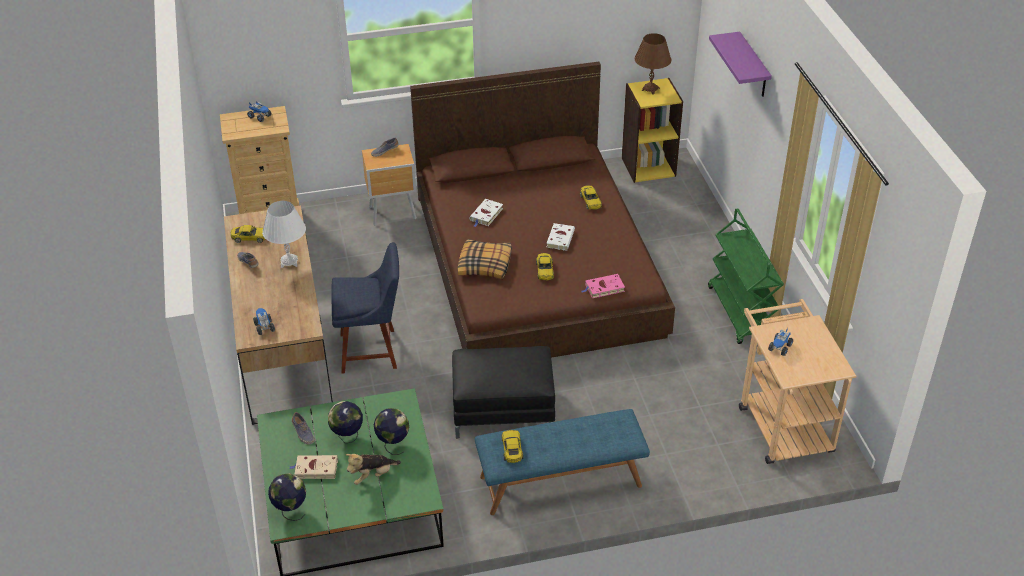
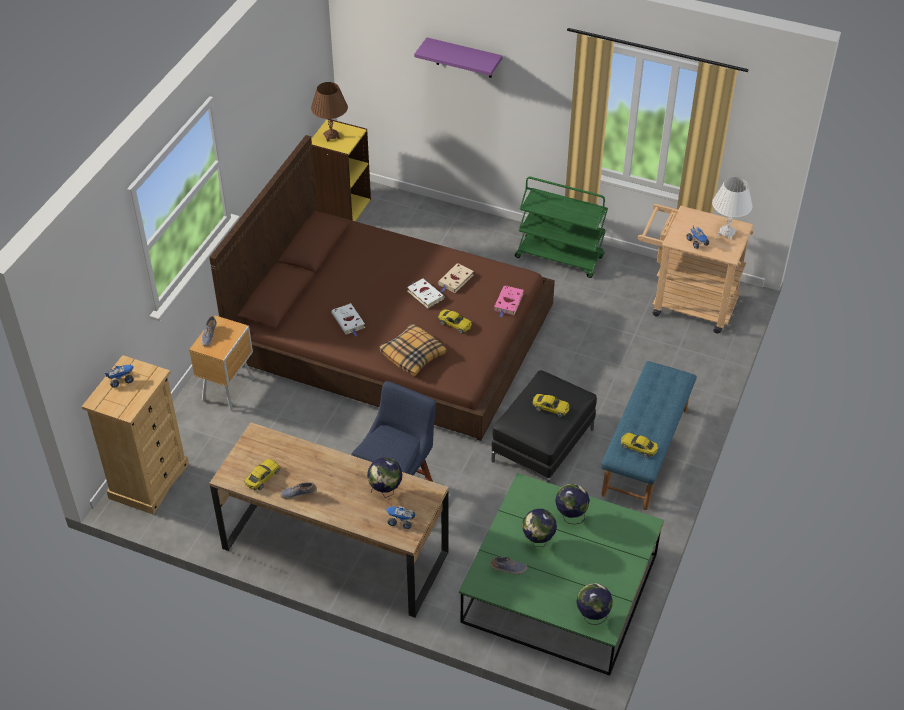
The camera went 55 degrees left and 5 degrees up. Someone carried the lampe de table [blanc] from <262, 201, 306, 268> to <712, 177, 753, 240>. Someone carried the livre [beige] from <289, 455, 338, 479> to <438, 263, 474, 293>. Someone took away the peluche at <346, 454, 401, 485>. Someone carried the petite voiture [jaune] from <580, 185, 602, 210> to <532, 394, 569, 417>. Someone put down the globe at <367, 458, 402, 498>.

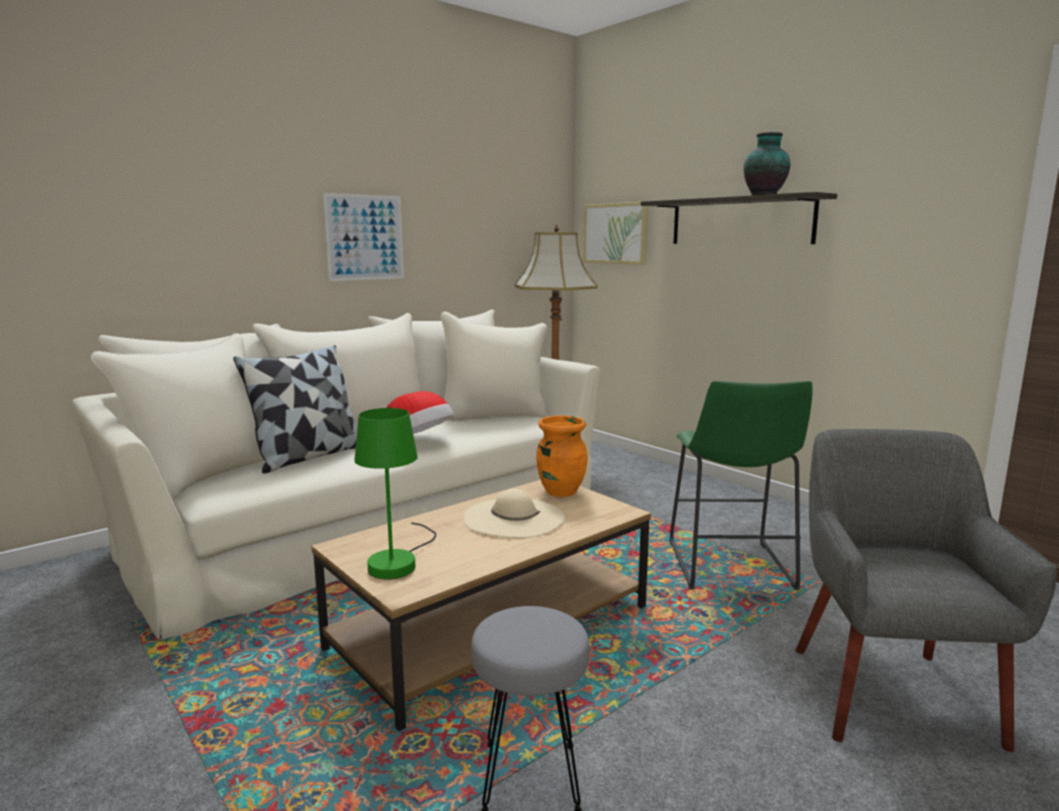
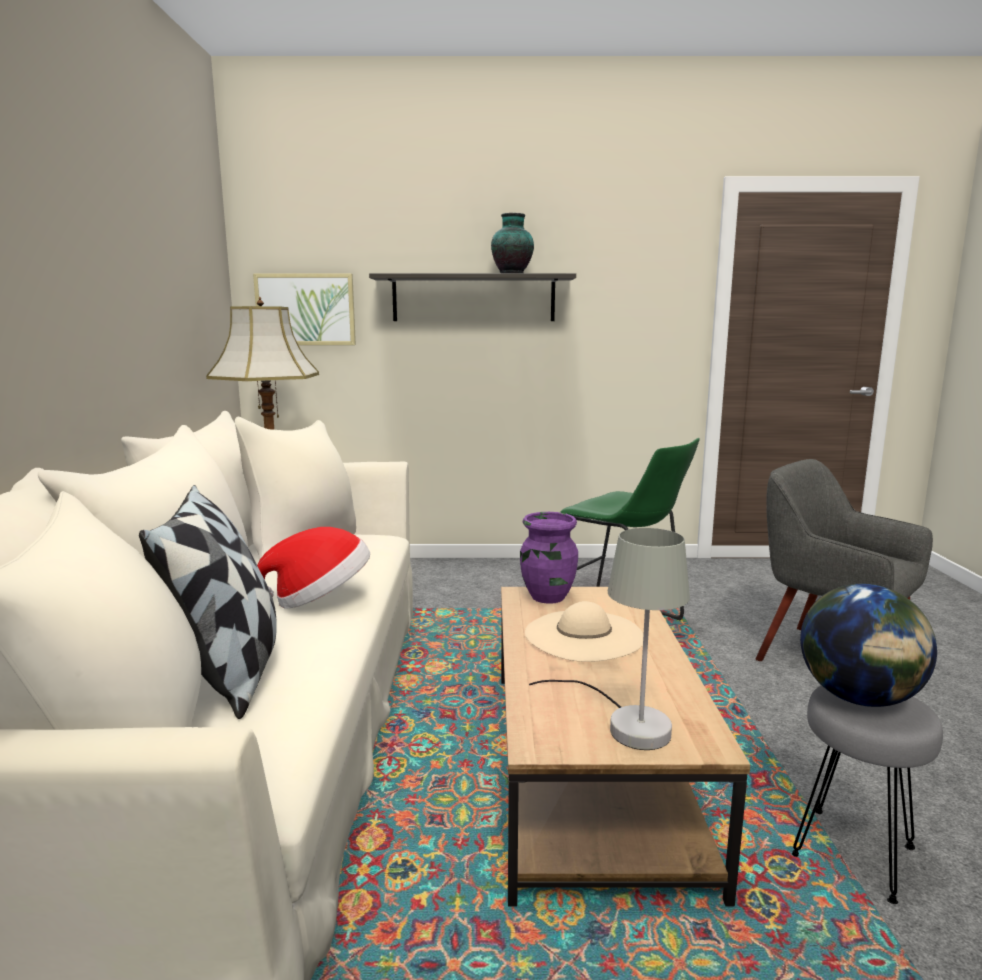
The camera went 50 degrees left and 0 degrees up. Someone took away the tableau at <323, 193, 404, 281>. Someone repainted the lampe de table [vert] at <354, 408, 436, 579>, which became the lampe de table [gris] at <529, 528, 690, 750>. Someone repainted the vase [orange] at <536, 415, 588, 497>, which became the vase [violet] at <520, 512, 578, 604>. Someone put down the globe at <800, 584, 937, 707>.

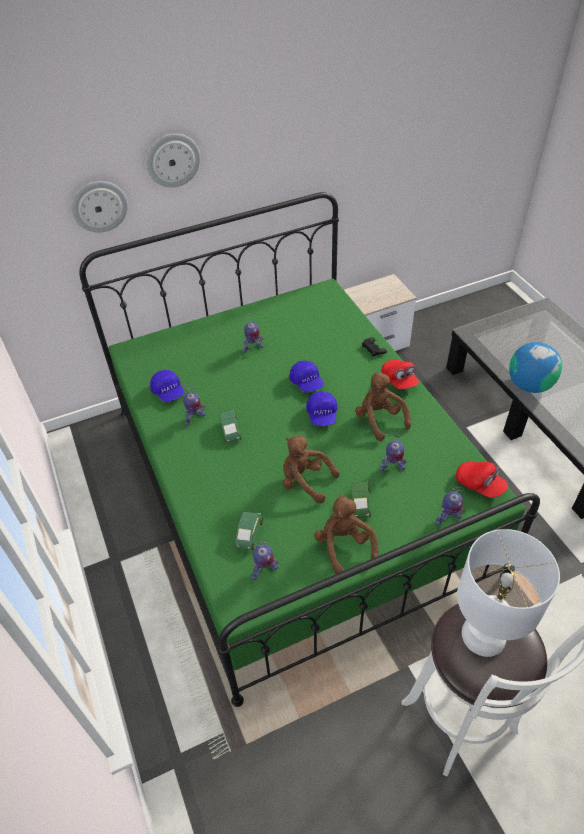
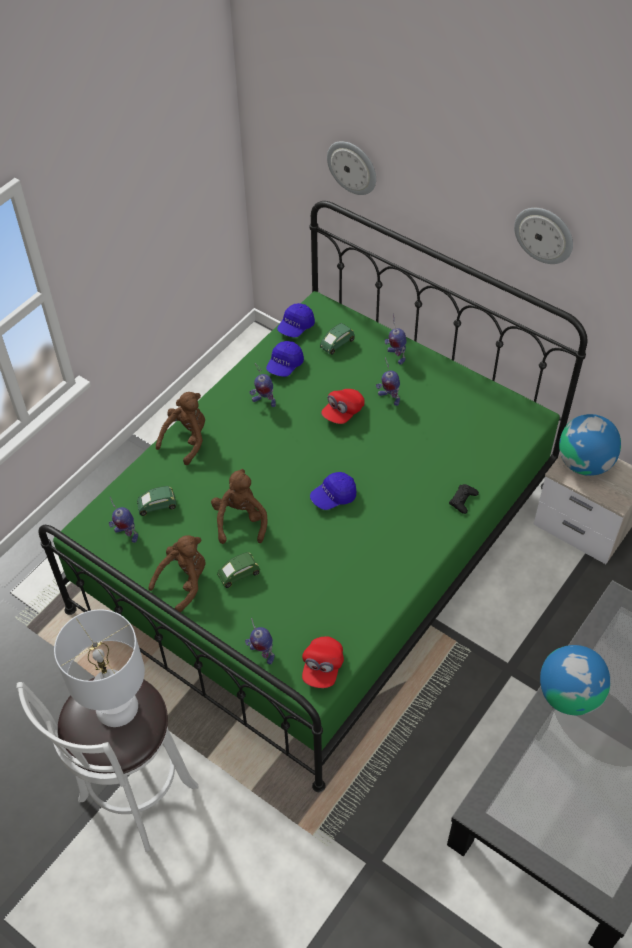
The camera went 60 degrees right and 5 degrees up. Someone carried the horloge murale from <146, 133, 200, 188> to <514, 208, 573, 264>. Someone carried the petite voiture [vert] from <219, 409, 241, 444> to <320, 323, 355, 355>. Someone carried the casquette [bleu] from <289, 360, 324, 392> to <277, 303, 315, 337>. Someone carried the peluche [marron] from <355, 372, 411, 441> to <156, 392, 205, 465>. Someone carried the robot jouet from <379, 432, 407, 471> to <385, 314, 407, 365>. Someone carried the casquette [rouge] from <381, 360, 419, 389> to <321, 389, 365, 424>. Someone put down the globe at <559, 414, 621, 476>.

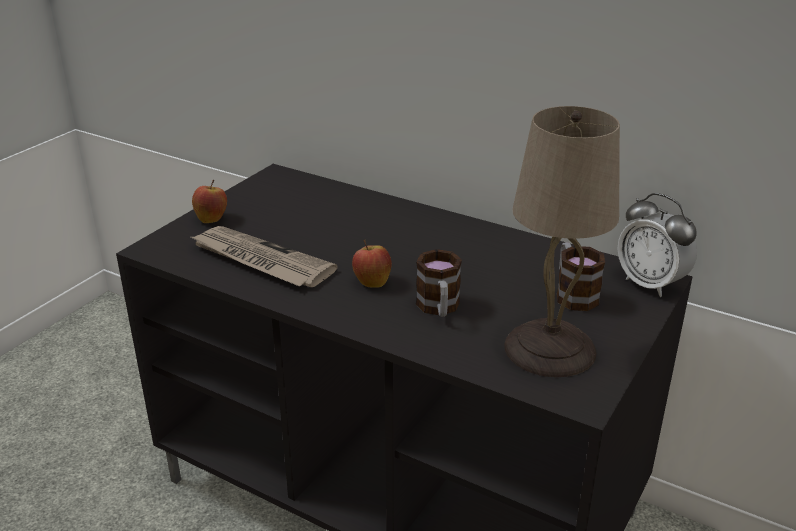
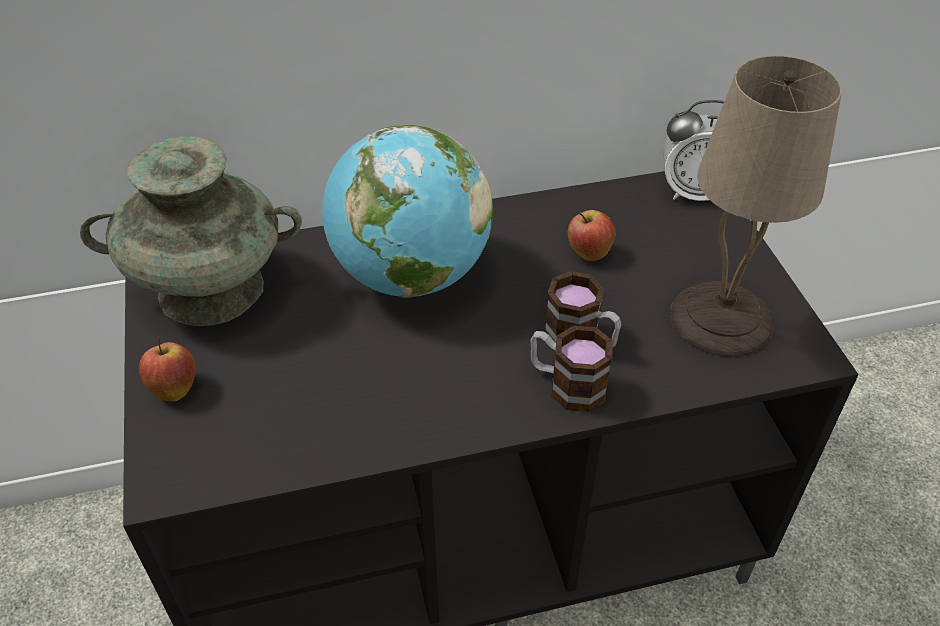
The camera went 45 degrees left and 15 degrees up. Someone took away the journal at <191, 226, 337, 287>. Someone carried the pomme from <352, 239, 392, 288> to <568, 210, 615, 261>. Someone carried the mug from <557, 242, 605, 311> to <530, 326, 613, 412>. Someone put down the vase [turquoise] at <80, 136, 302, 326>. Someone put down the globe at <322, 125, 493, 298>.

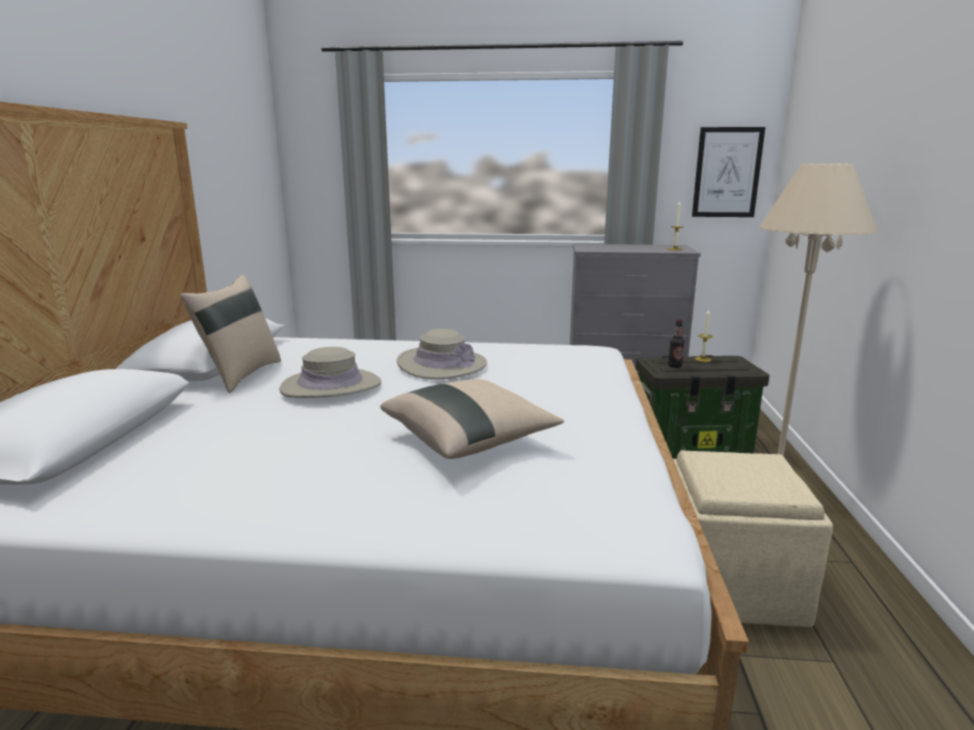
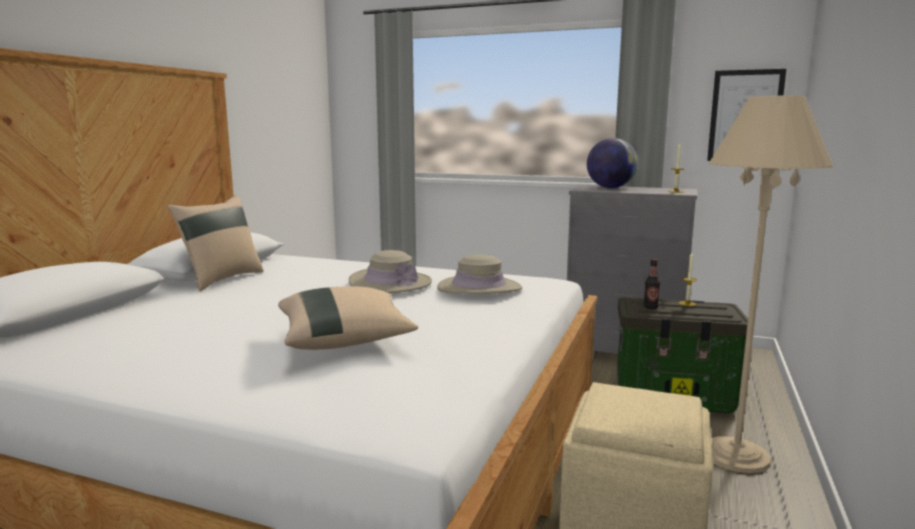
The camera went 15 degrees right and 5 degrees down. Someone carried the chapeau [beige] from <279, 347, 381, 398> to <437, 255, 522, 294>. Someone put down the globe at <587, 138, 638, 188>.

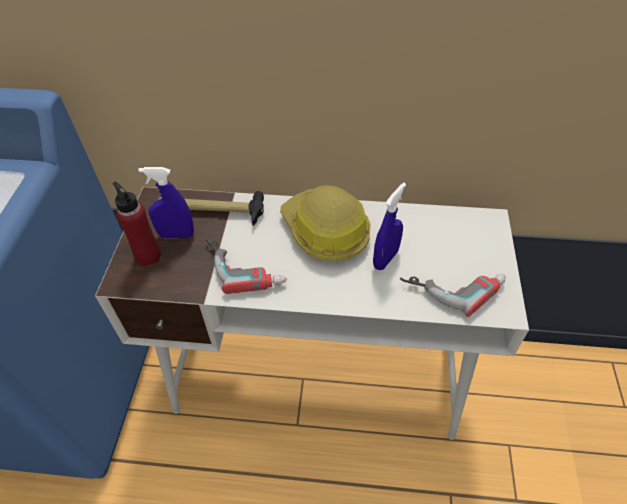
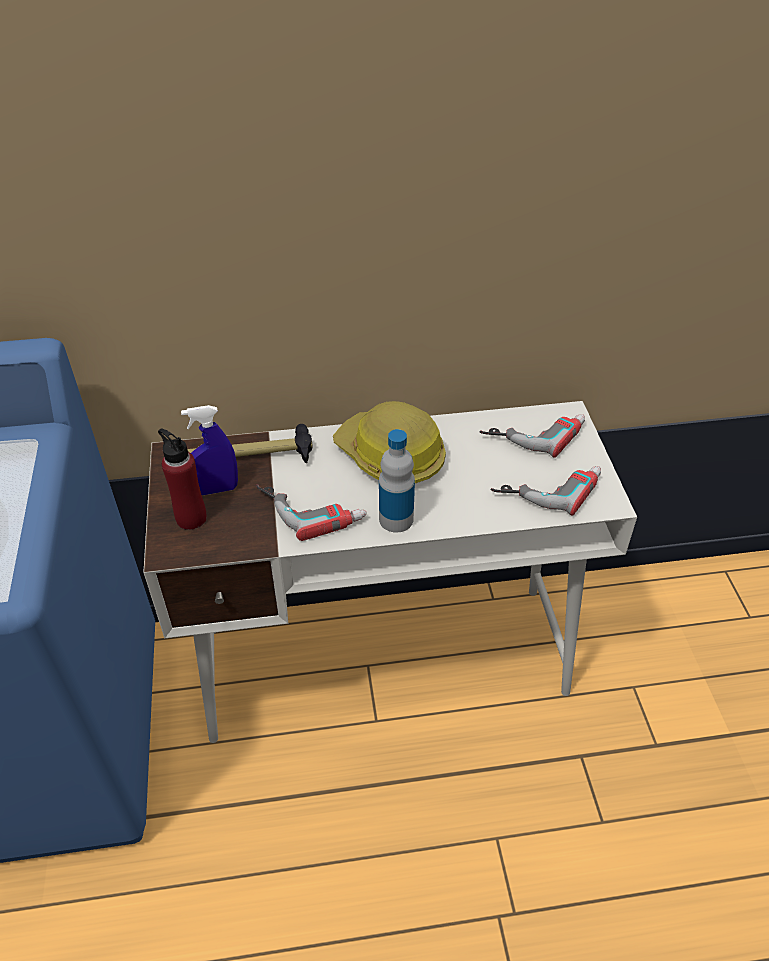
The camera went 15 degrees left and 5 degrees down. Someone took away the vaporisateur [bleu] at <373, 183, 406, 270>. Someone put down the bouteille at <379, 429, 415, 533>. Someone put down the perceuse at <479, 414, 585, 458>.

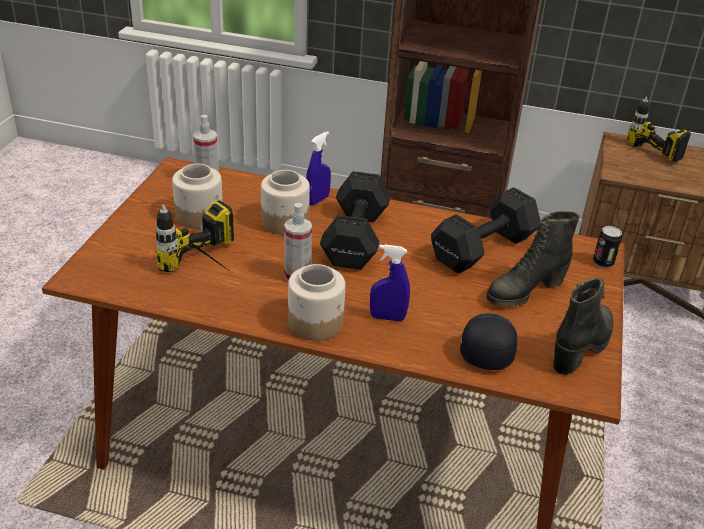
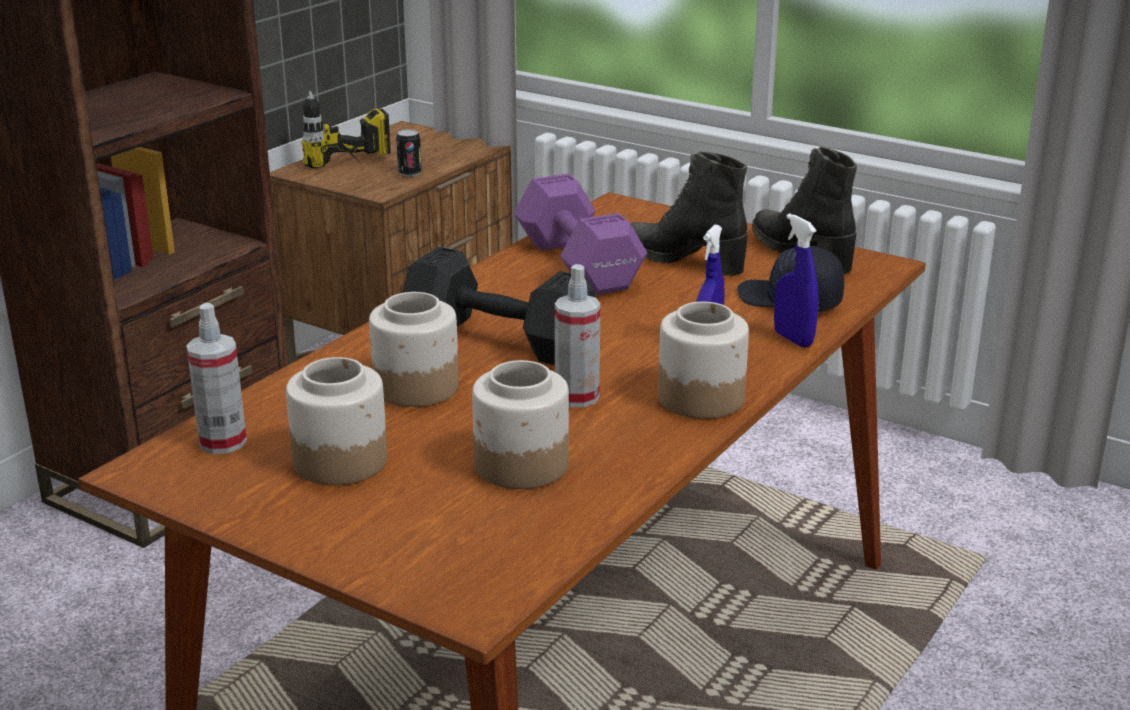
The camera went 70 degrees left and 10 degrees down. Someone swapped the perceuse at <155, 200, 234, 272> for the bocal at <472, 360, 569, 489>. Someone carried the vaporisateur [bleu] from <306, 131, 331, 205> to <774, 213, 819, 348>. Someone repainted the haltère [noir] at <431, 187, 540, 274>, which became the haltère [violet] at <514, 174, 647, 295>. Someone rotated the botte [noir] at <486, 211, 580, 306> by 135 degrees clockwise. Someone carried the boîte métallique from <593, 226, 622, 268> to <396, 129, 422, 177>.

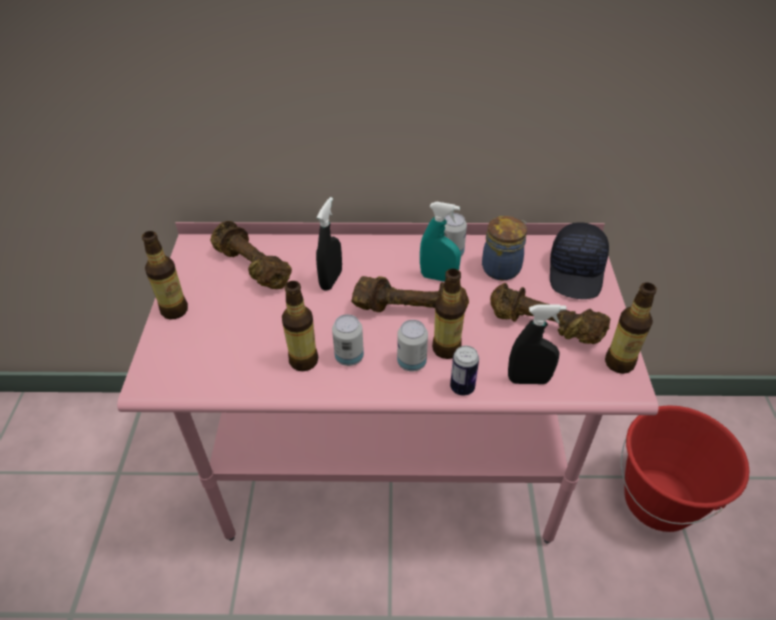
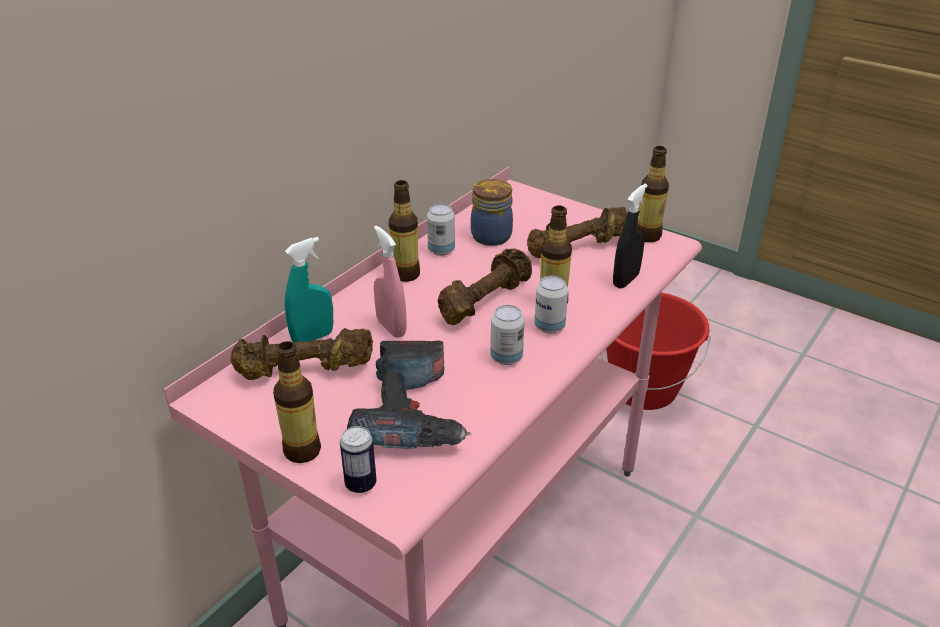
The camera went 55 degrees left and 10 degrees down. Someone carried the bouteille from <282, 281, 318, 371> to <389, 180, 420, 282>. Someone repainted the vaporisateur [noir] at <316, 197, 342, 291>, which became the vaporisateur [rose] at <374, 226, 407, 338>. Someone carried the vaporisateur [turquoise] from <420, 202, 461, 282> to <285, 237, 333, 343>. Someone carried the boîte métallique from <450, 346, 479, 396> to <340, 426, 377, 493>. Someone took away the casquette [noir] at <550, 222, 609, 299>. Someone put down the perceuse at <347, 340, 471, 449>.

